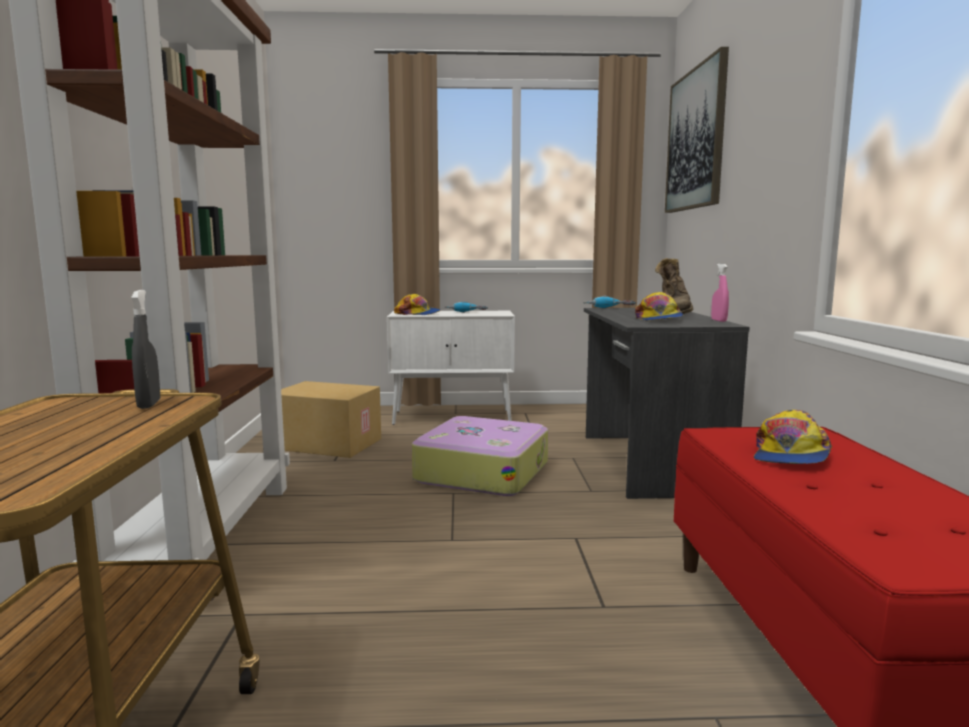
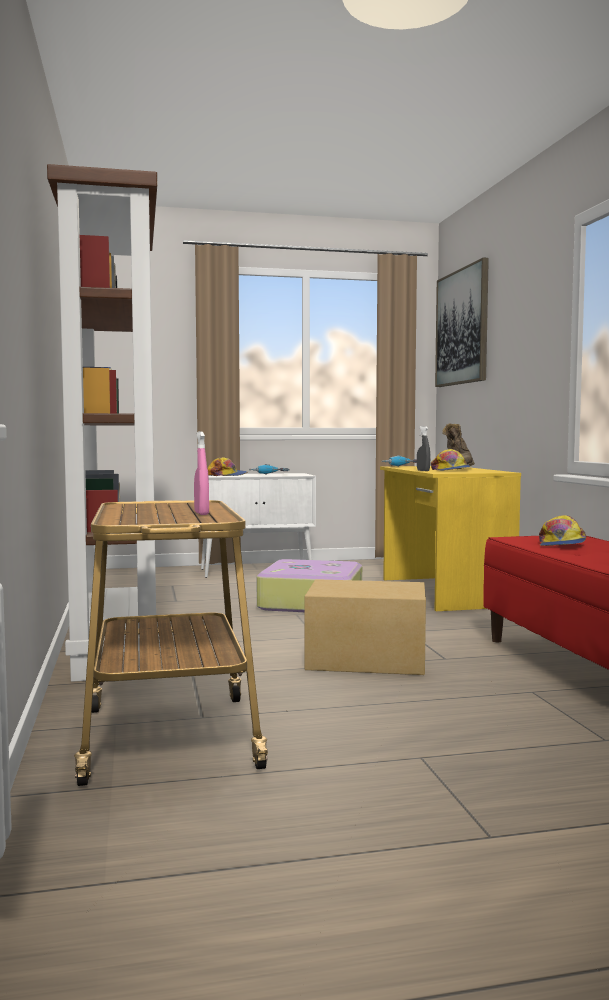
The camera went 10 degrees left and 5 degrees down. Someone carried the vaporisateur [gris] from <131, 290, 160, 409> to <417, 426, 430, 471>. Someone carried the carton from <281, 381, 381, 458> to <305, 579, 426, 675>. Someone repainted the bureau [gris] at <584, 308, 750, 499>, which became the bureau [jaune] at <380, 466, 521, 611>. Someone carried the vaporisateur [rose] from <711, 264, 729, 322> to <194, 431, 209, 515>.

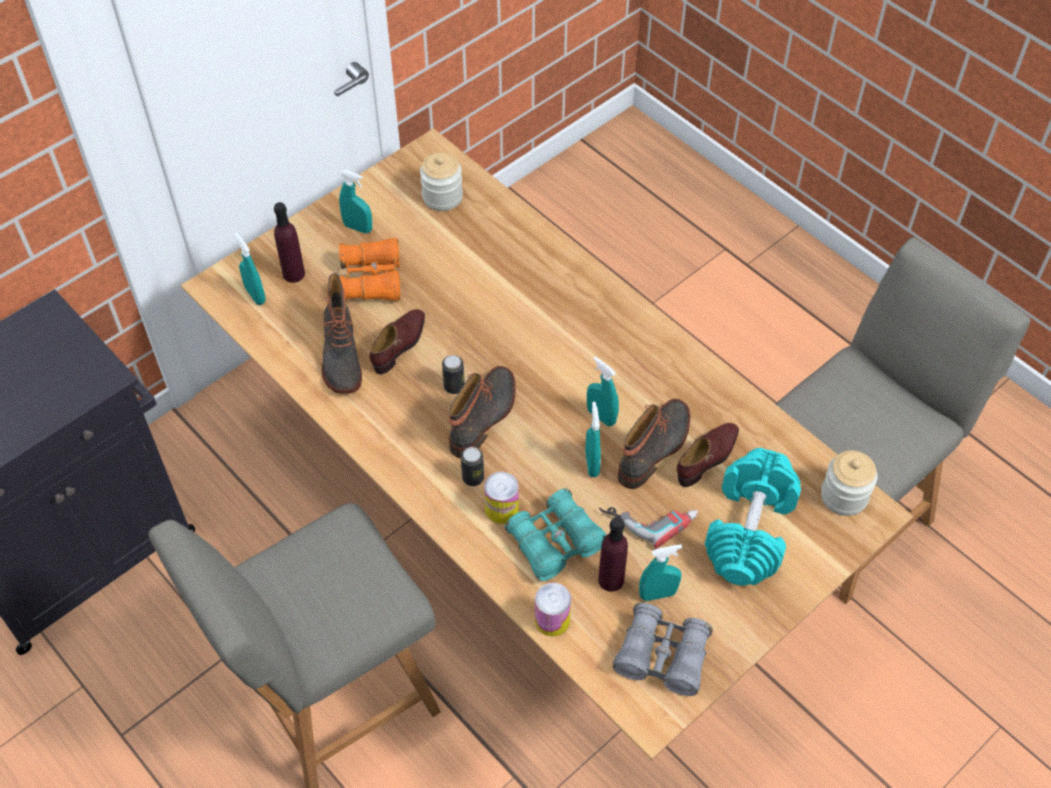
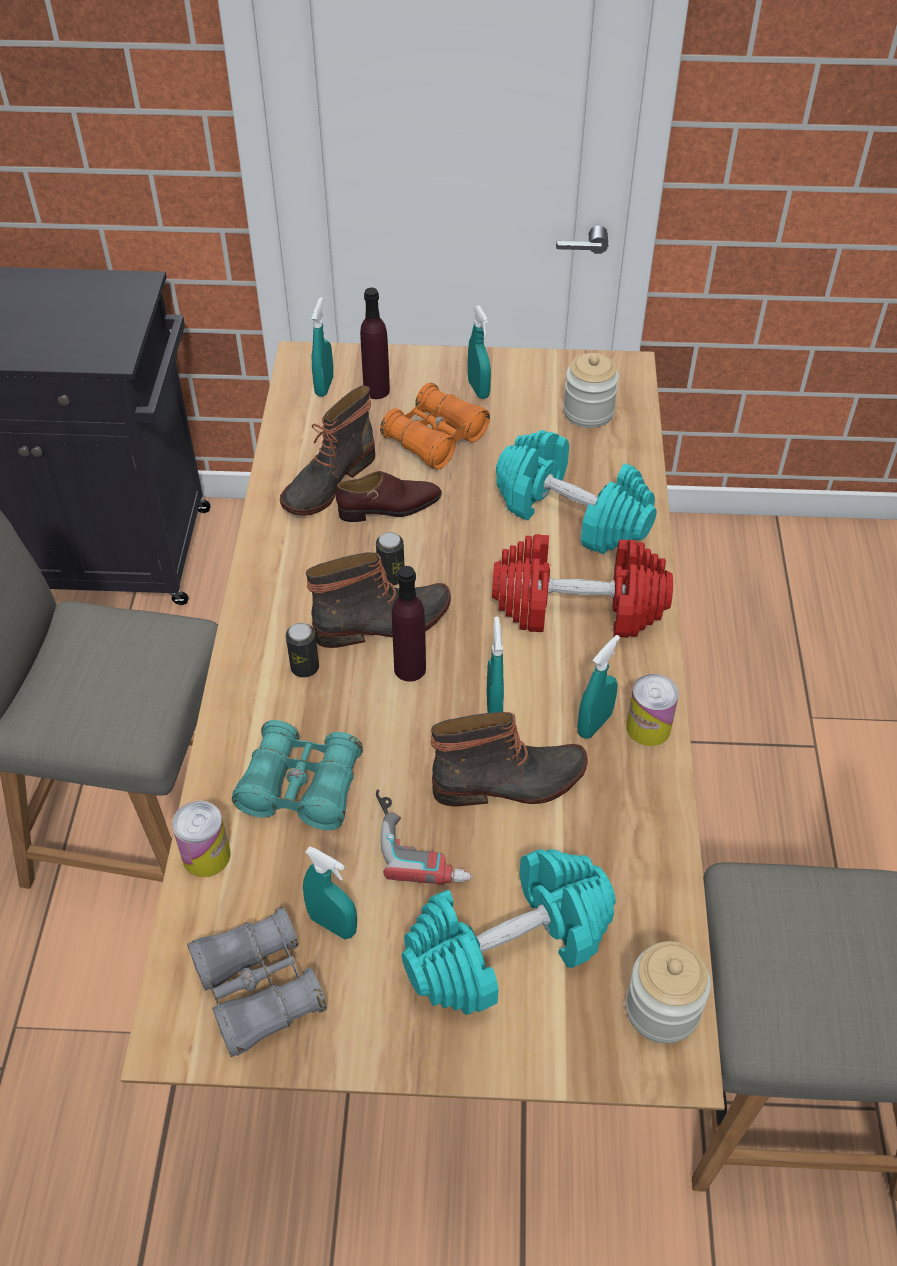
The camera went 45 degrees right and 5 degrees down. Someone carried the boîte métallique from <484, 472, 519, 524> to <626, 674, 679, 746>. Someone carried the vaporisateur [turquoise] from <585, 402, 601, 477> to <577, 635, 620, 739>. Someone carried the bouteille [violet] from <598, 517, 628, 592> to <392, 566, 426, 682>. Someone took away the chaussure [marron] at <677, 423, 739, 487>. Someone put down the haltère [rouge] at <492, 534, 673, 638>. Someone put down the haltère [turquoise] at <496, 430, 657, 554>.

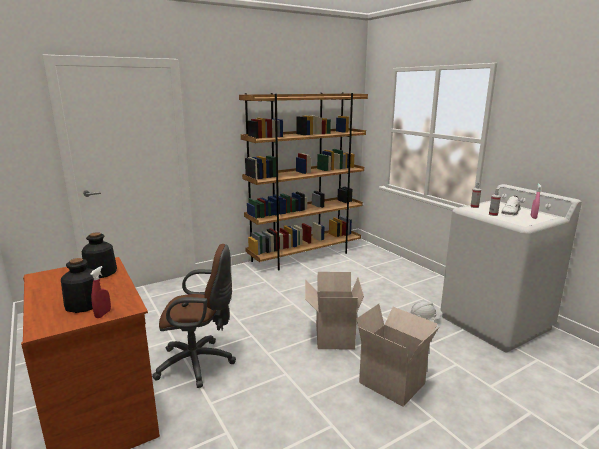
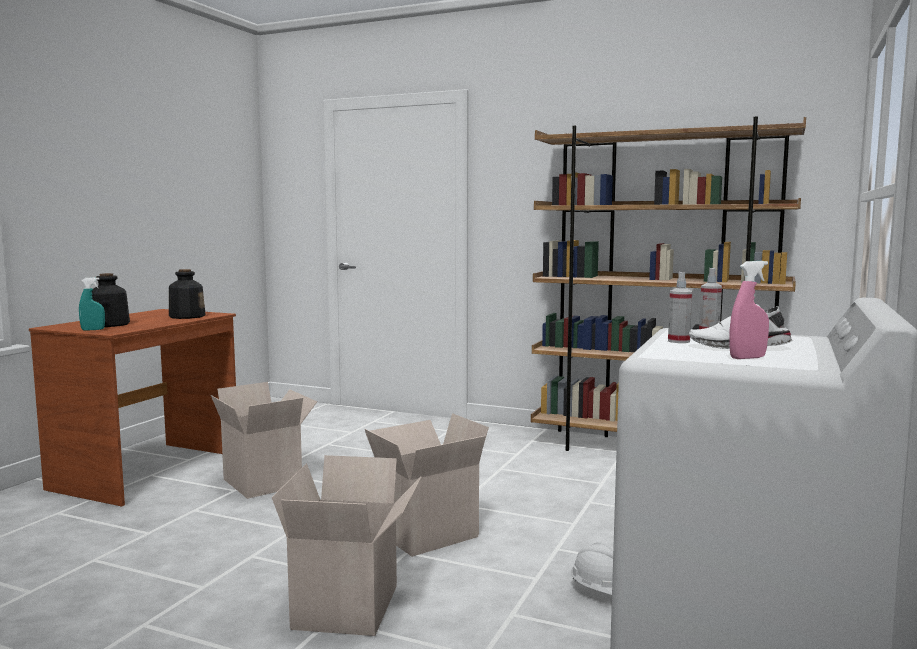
The camera went 55 degrees right and 10 degrees down. Someone repainted the vaporisateur [rouge] at <90, 266, 111, 318>, which became the vaporisateur [turquoise] at <79, 277, 105, 331>. Someone swapped the chaise de bureau [marron] at <152, 244, 236, 388> for the carton at <211, 382, 317, 499>.

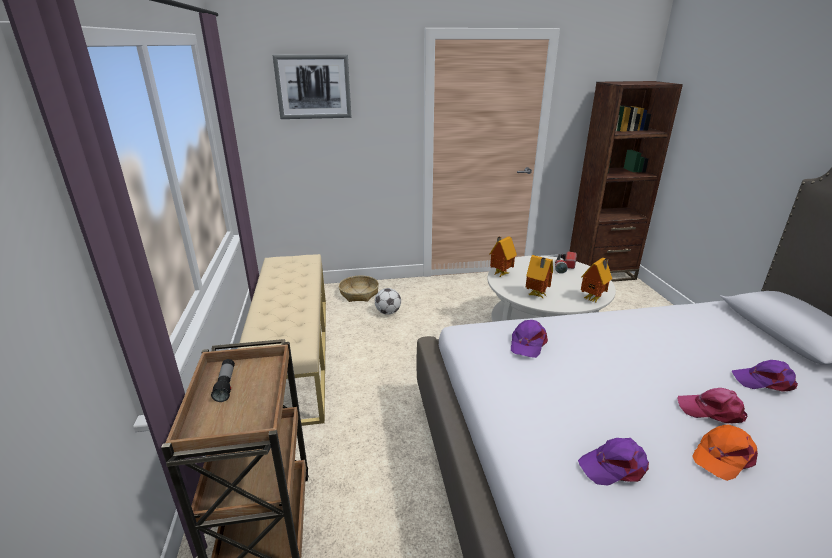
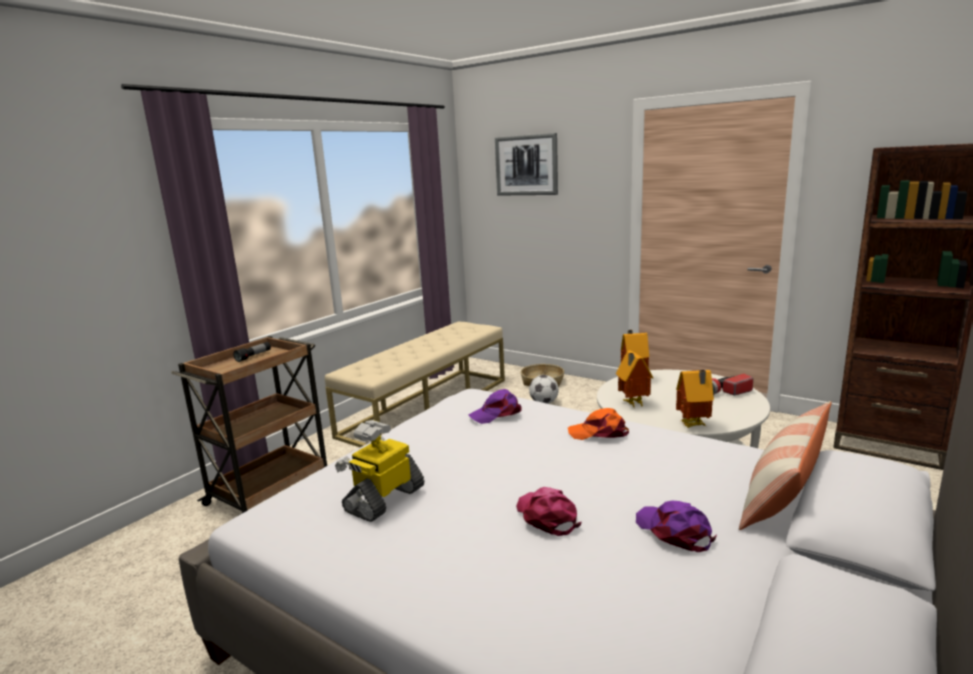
The camera went 45 degrees right and 10 degrees down. Someone swapped the casquette [violet] at <578, 438, 649, 486> for the robot jouet at <335, 420, 425, 522>. Someone carried the casquette [orange] from <692, 424, 758, 481> to <568, 408, 629, 440>. Someone put down the coussin at <739, 401, 831, 530>.

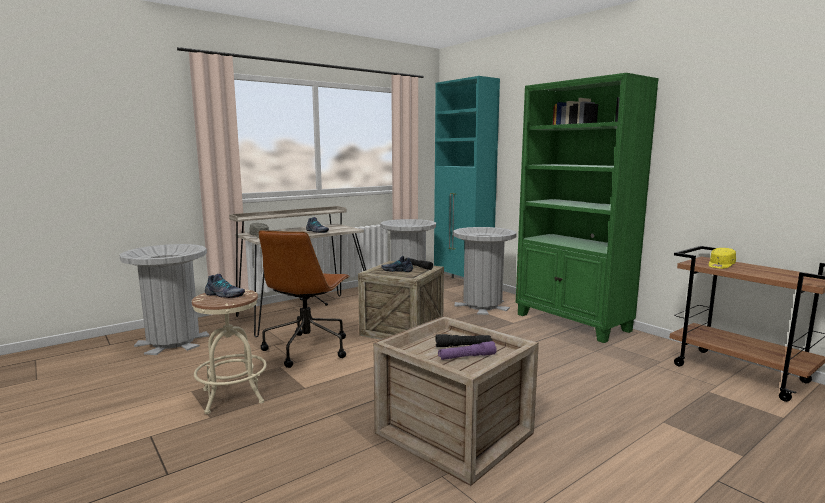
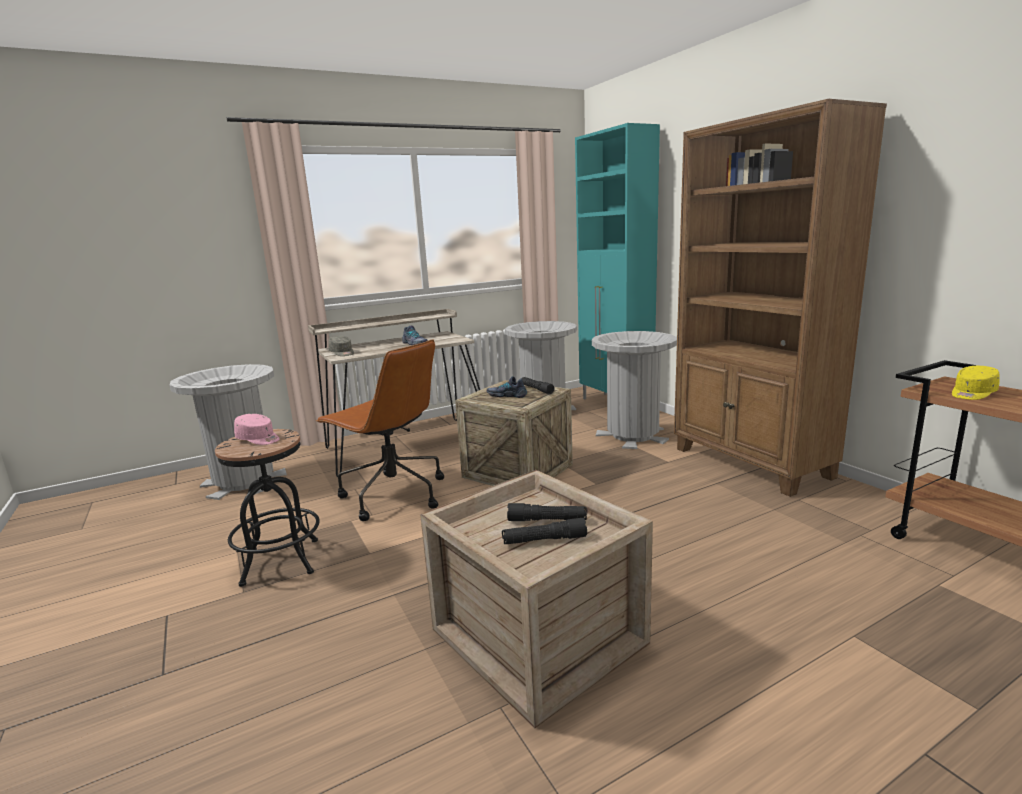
The camera went 10 degrees right and 5 degrees up. Someone repainted the tabouret [beige] at <192, 289, 267, 414>, which became the tabouret [noir] at <215, 429, 320, 587>. Someone swapped the chaussure at <205, 274, 245, 298> for the casquette [rose] at <234, 414, 280, 445>. Someone rotated the chaise de bureau [marron] at <259, 230, 350, 368> by 75 degrees counterclockwise. Someone repainted the lampe de poche [violet] at <438, 341, 497, 360>, which became the lampe de poche [noir] at <502, 518, 587, 544>. Someone repainted the bibliothèque [vert] at <516, 73, 659, 343>, which became the bibliothèque [marron] at <674, 99, 887, 497>.

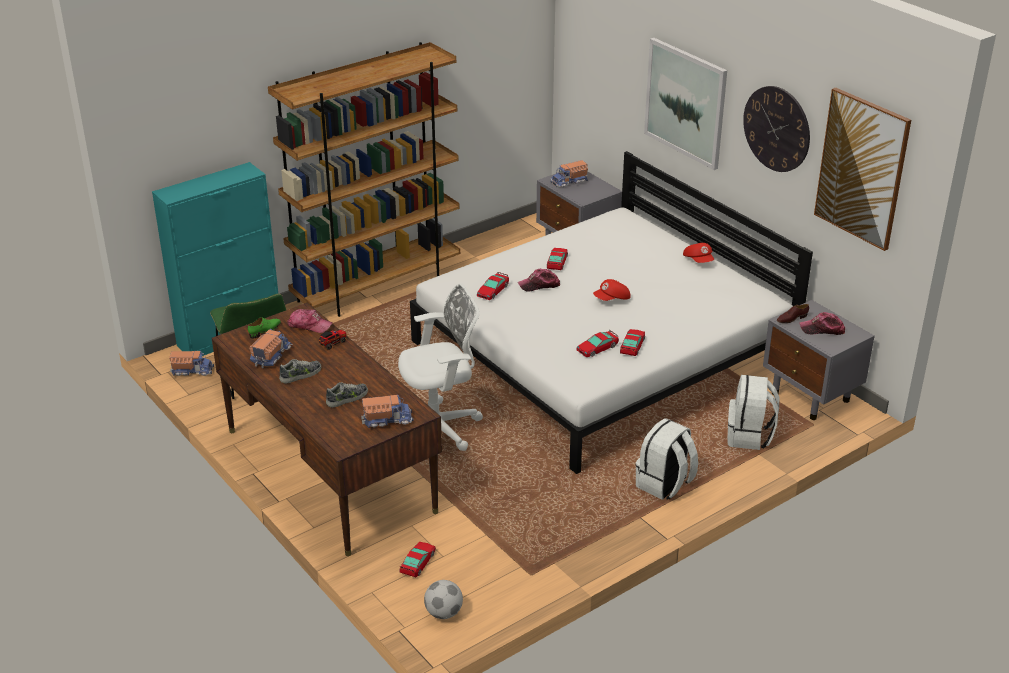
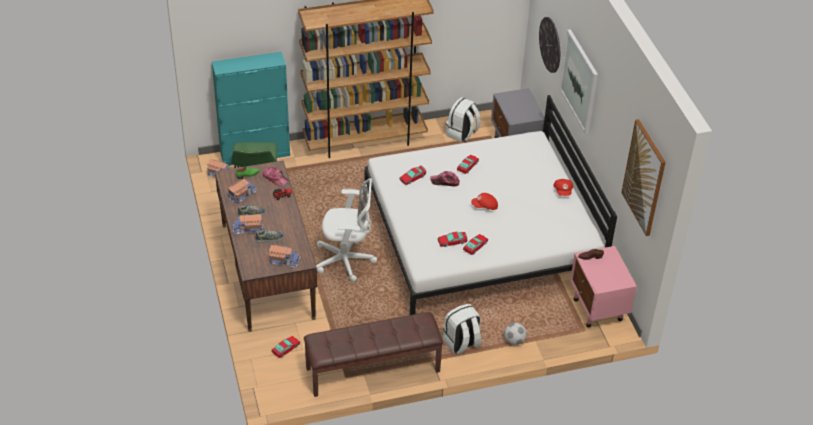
The camera went 20 degrees right and 10 degrees up. Someone carried the ballon de foot from <424, 580, 463, 619> to <504, 322, 527, 345>. Someone carried the camion jouet from <550, 160, 588, 188> to <232, 214, 264, 234>. Someone carried the sac à dos [blanc] from <727, 375, 780, 450> to <446, 97, 481, 142>. Someone carried the horloge murale from <743, 86, 810, 172> to <539, 17, 560, 73>. Someone repainted the table de chevet [gris] at <763, 300, 875, 420>, which became the table de chevet [rose] at <570, 246, 637, 327>. Someone took away the casquette at <799, 312, 845, 335>. Someone put down the banc [marron] at <304, 312, 443, 397>.

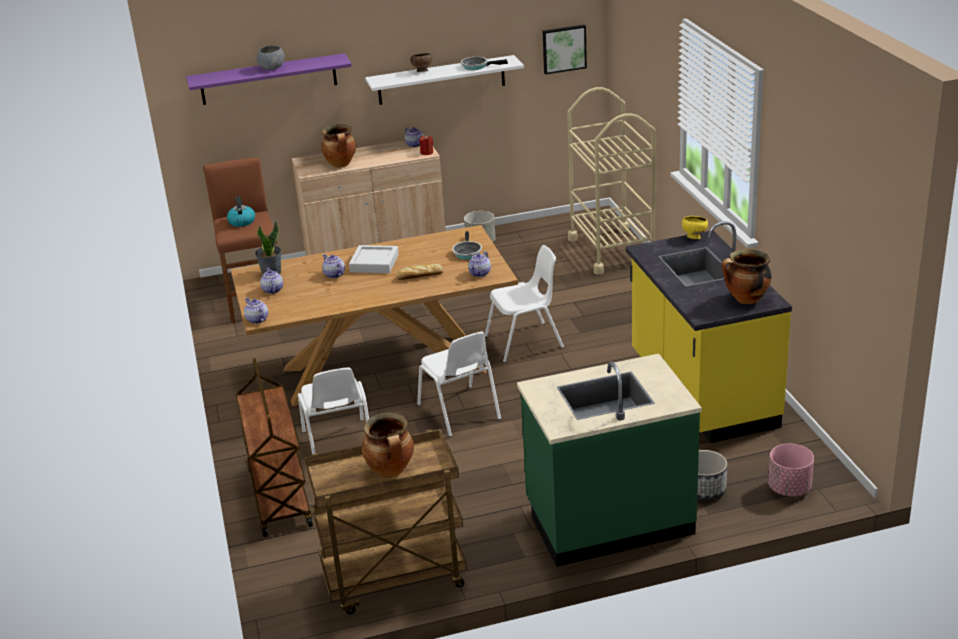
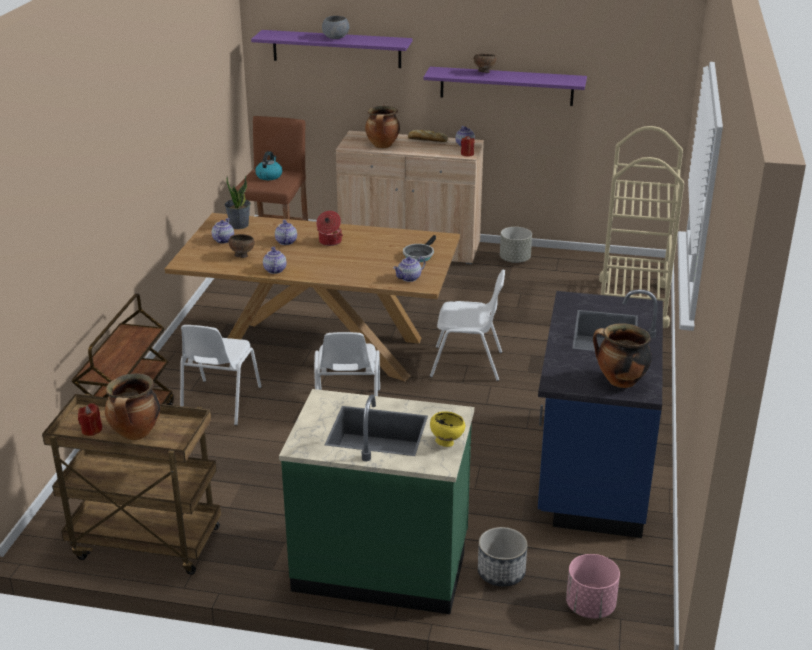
The camera went 25 degrees right and 0 degrees up. Someone carried the théière from <244, 297, 268, 324> to <263, 247, 287, 274>. Someone swapped the plateau [gris] at <349, 245, 399, 273> for the marmite at <316, 211, 343, 246>. Someone repainted the étagère [blanc] at <365, 55, 524, 105>, which became the étagère [violet] at <423, 67, 587, 106>. Someone carried the pain from <397, 264, 444, 280> to <408, 130, 448, 142>. Someone took away the poêle at <461, 57, 508, 70>. Someone took away the tableau at <543, 25, 587, 74>. Someone repainted the comptoir de cuisine [jaune] at <626, 221, 792, 443>, which became the comptoir de cuisine [bleu] at <538, 290, 663, 538>. Someone carried the bol [jaune] from <682, 216, 708, 239> to <430, 411, 465, 447>. Someone put down the bougie [rouge] at <78, 403, 102, 436>. Someone put down the bol [marron] at <228, 234, 255, 258>.

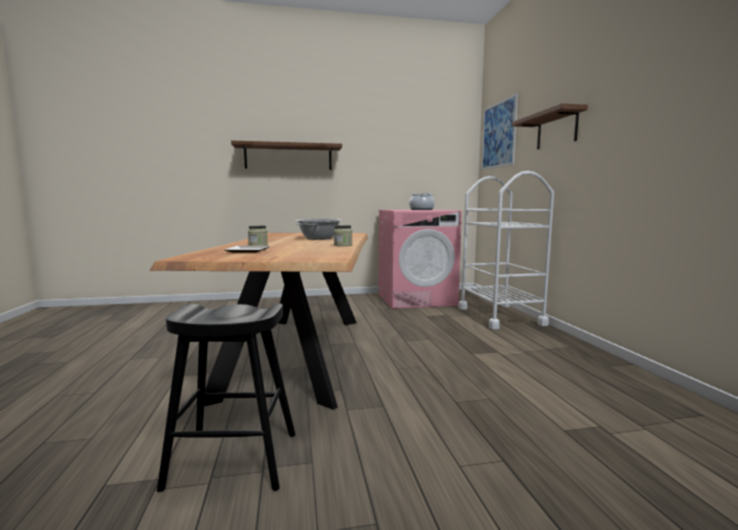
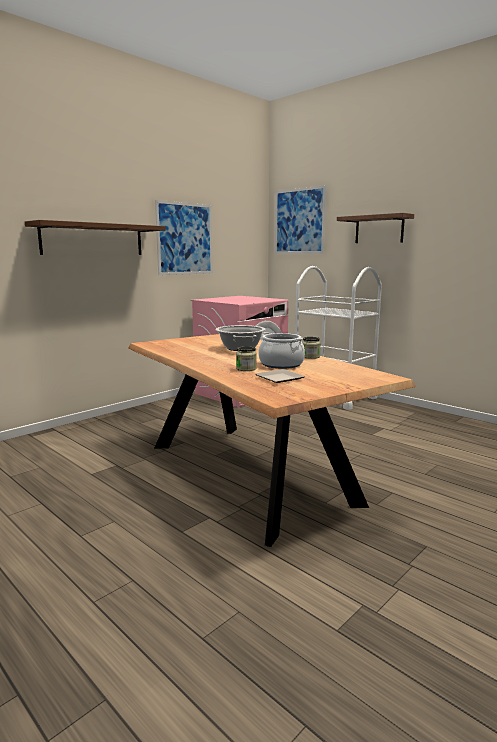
The camera went 35 degrees left and 5 degrees up. Someone took away the tabouret [noir] at <157, 304, 295, 492>. Someone carried the marmite from <409, 193, 435, 210> to <259, 332, 305, 369>. Someone put up the tableau at <155, 200, 213, 275>.

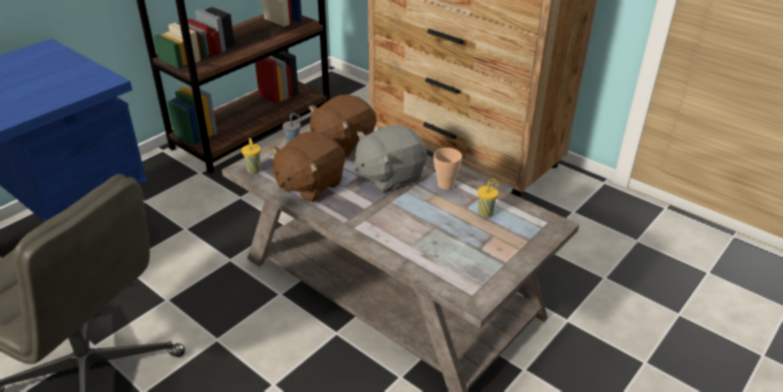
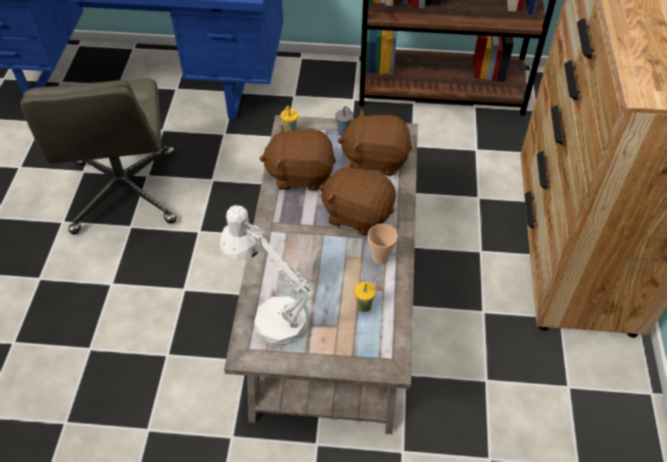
The camera went 55 degrees right and 15 degrees up. Someone repainted the peluche [gris] at <353, 124, 427, 193>, which became the peluche [marron] at <320, 160, 396, 236>. Someone put down the lampe de table [blanc] at <219, 205, 315, 345>.

